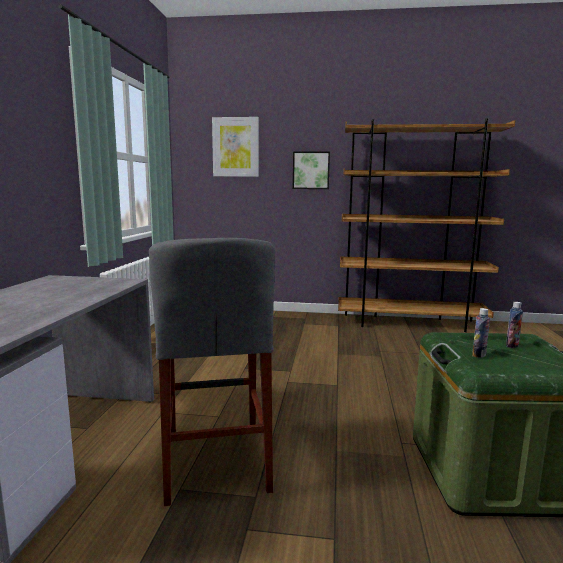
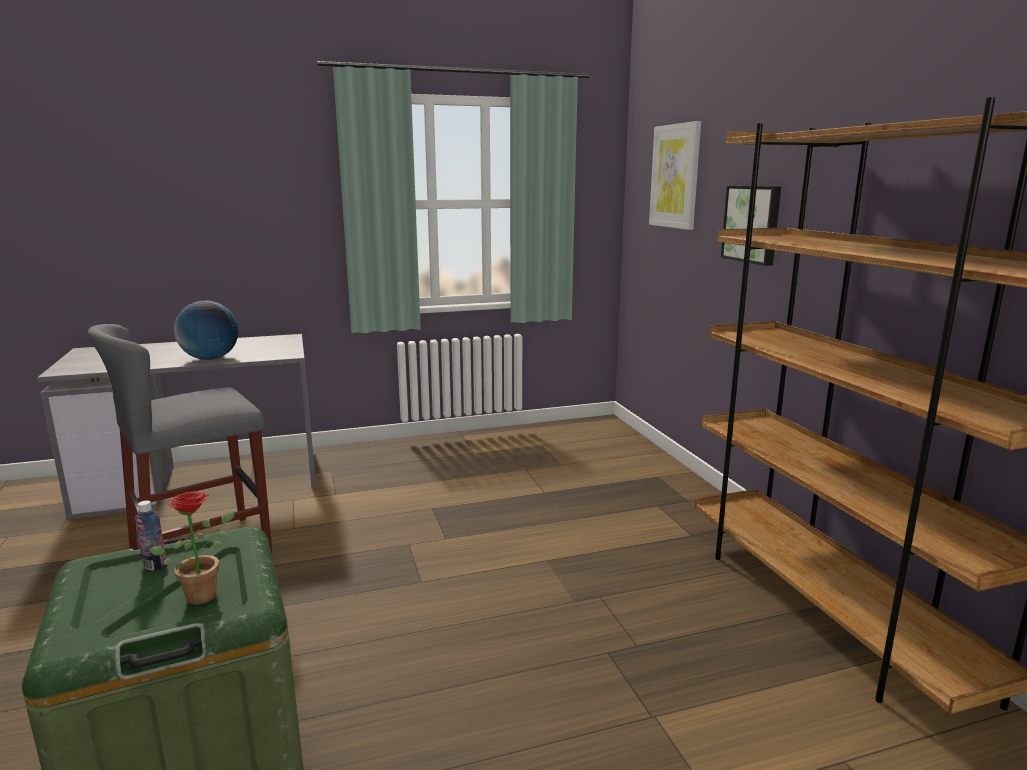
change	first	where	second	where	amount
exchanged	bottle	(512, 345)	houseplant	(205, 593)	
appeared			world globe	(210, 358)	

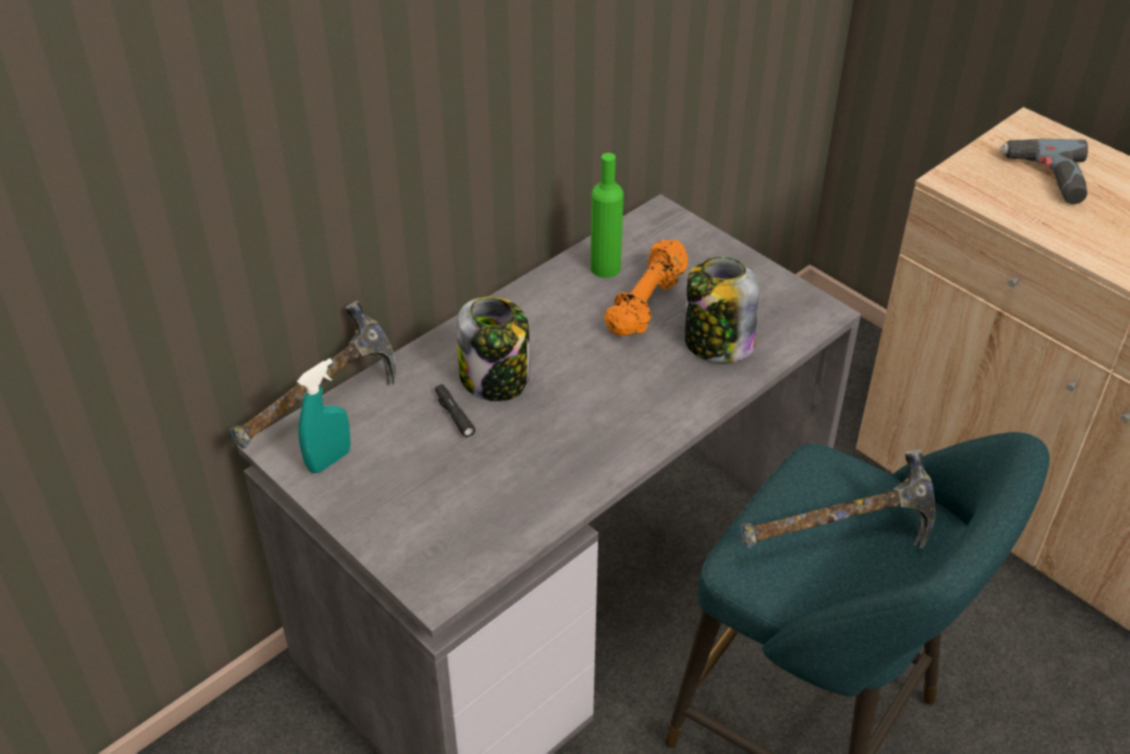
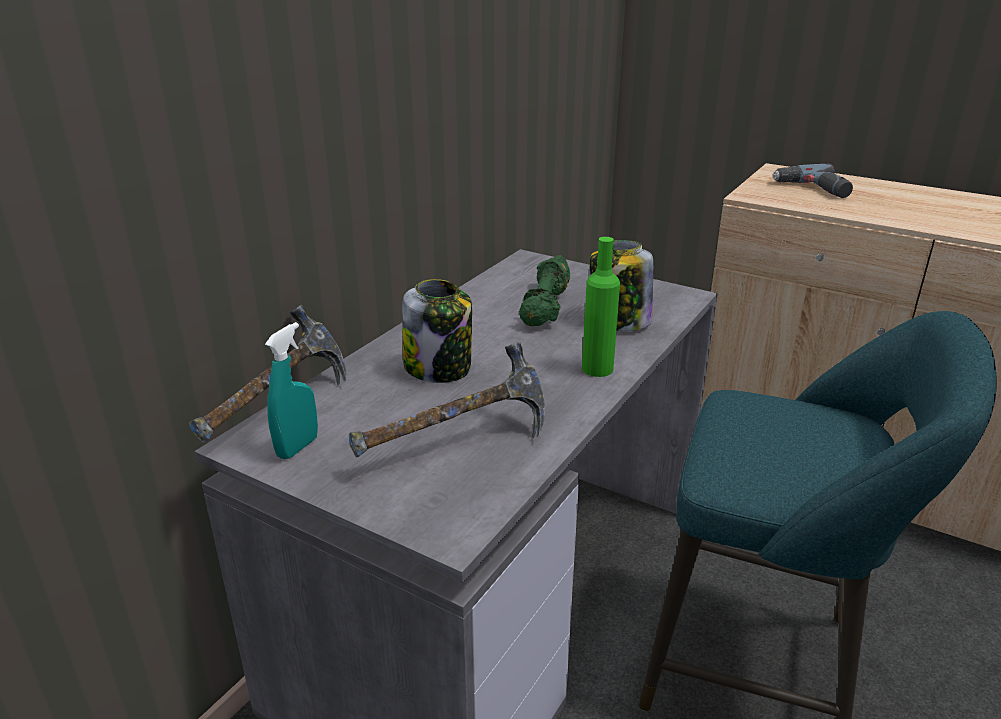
change	first	where	second	where	amount
missing	black flashlight	(454, 414)			
relocated	green-coloured bottle	(605, 268)		(597, 369)	
colour	orangey hand weight	(648, 304)	green-coloured hand weight	(547, 307)	
relocated	hand hammer	(837, 539)		(456, 446)	

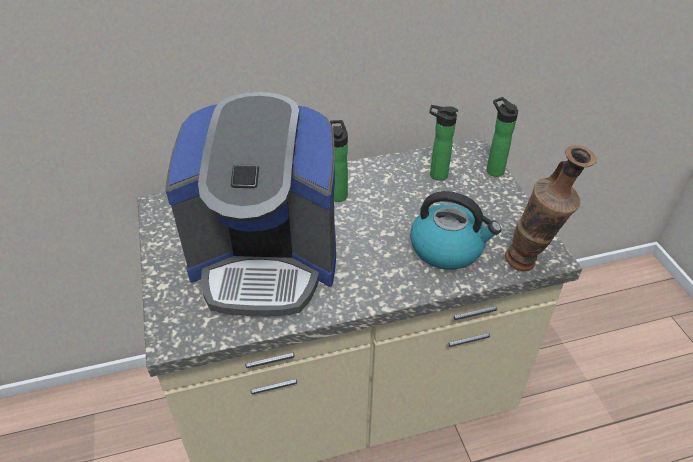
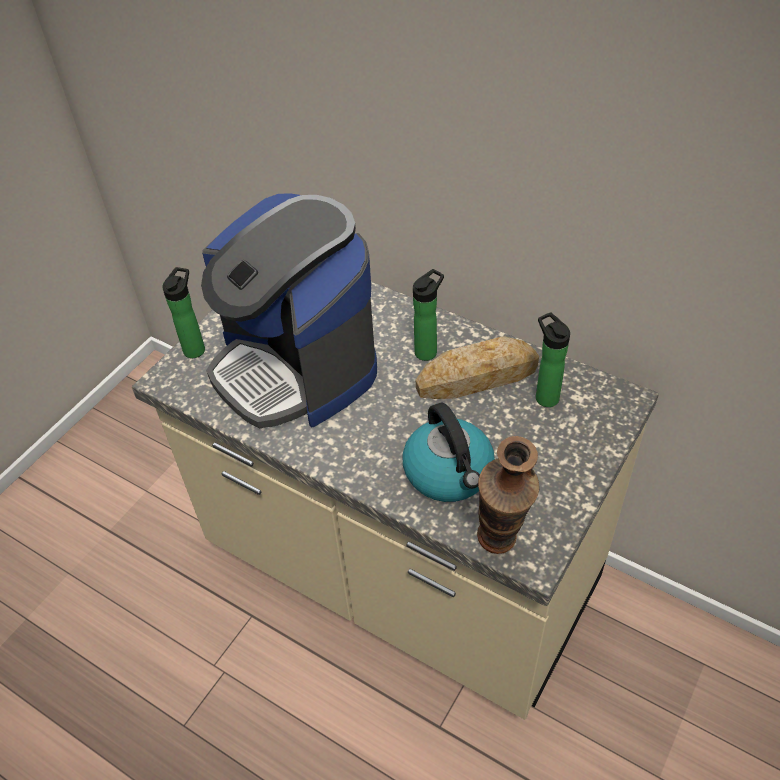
change	first	where	second	where	amount
relocated	bottle	(493, 169)		(196, 348)	
appeared			bread	(477, 376)	

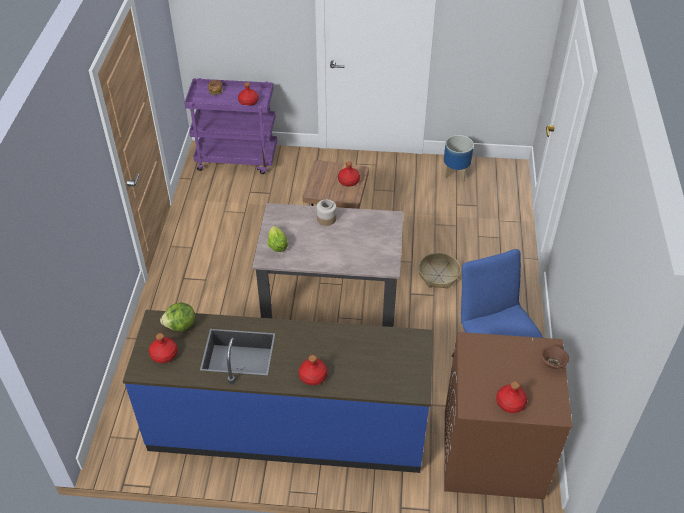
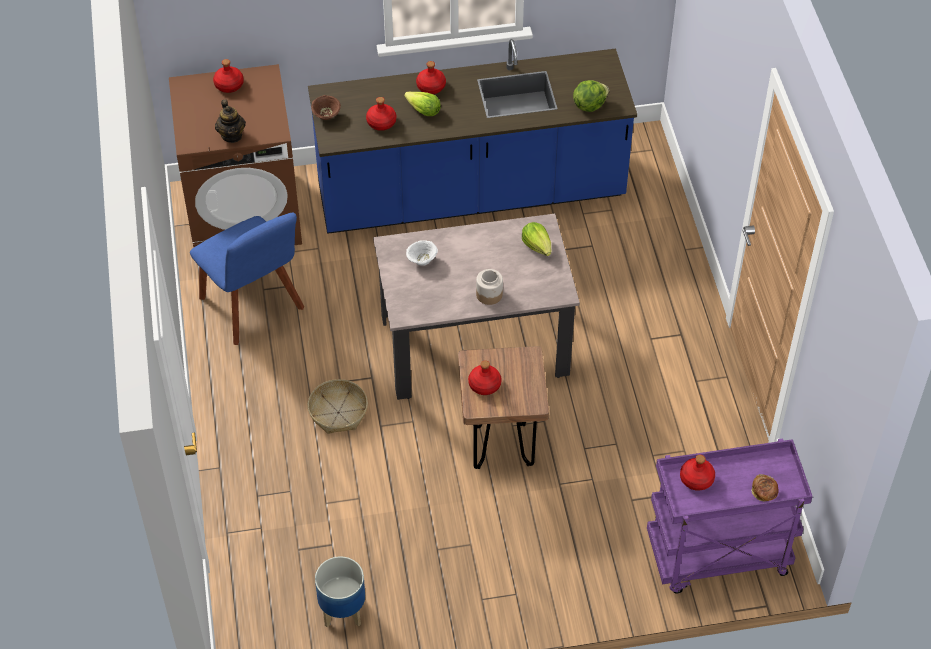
change	first	where	second	where	amount
relocated	red-coloured bottle	(164, 354)		(381, 122)	
relocated	brown-coloured bowl	(552, 364)		(326, 116)	
appeared			tea pot	(232, 135)	
appeared			head of lettuce	(423, 110)	
appeared			white bowl	(422, 261)	

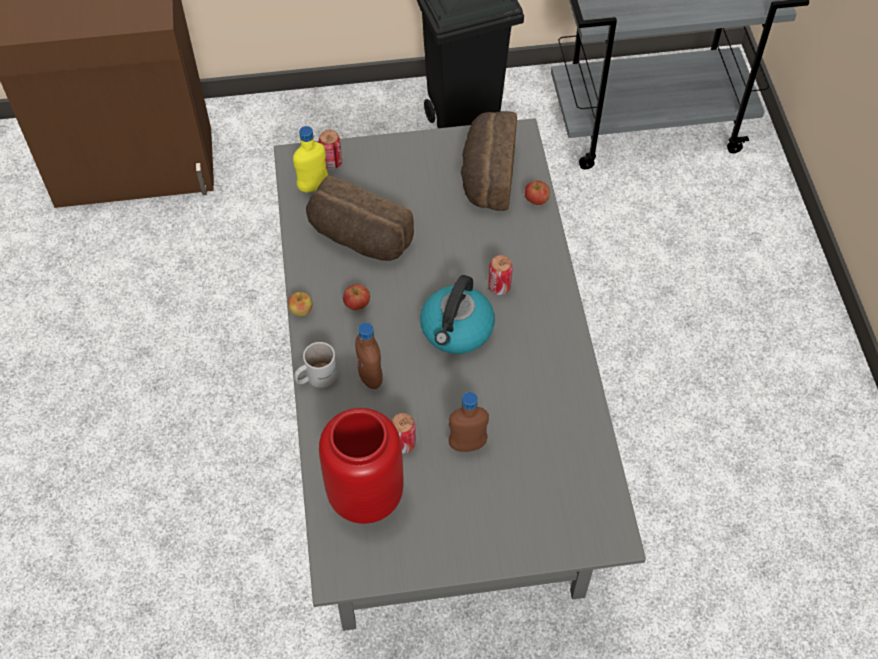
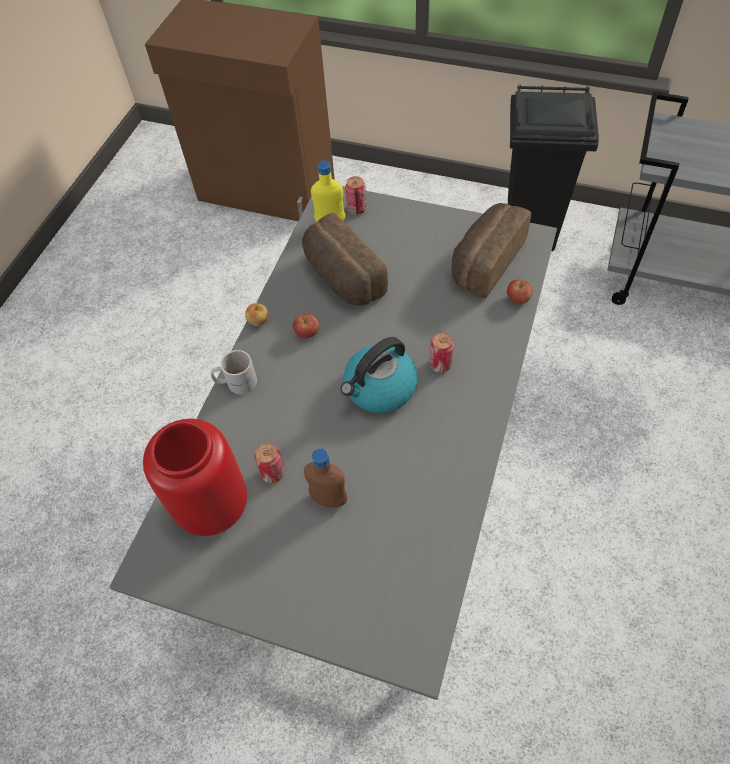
change	first	where	second	where	amount
missing	brown-coloured bottle	(370, 377)			

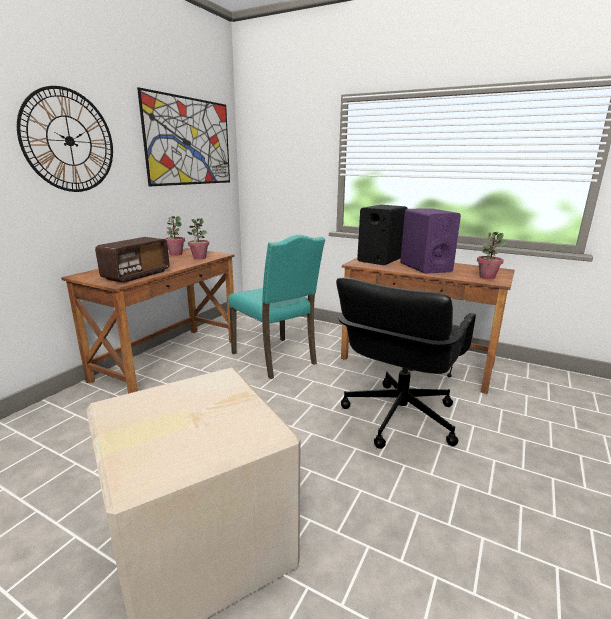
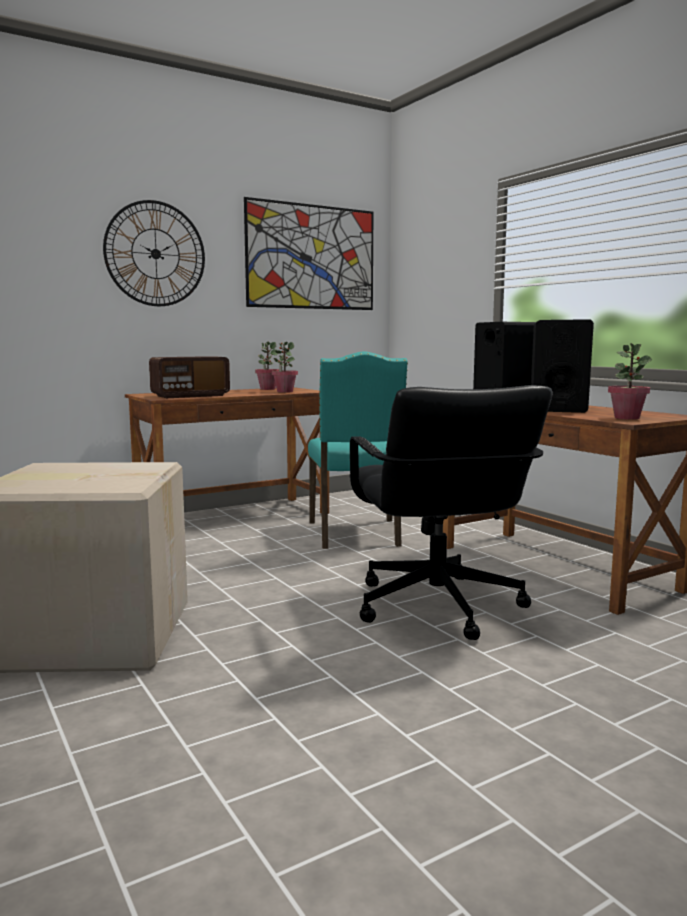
change	first	where	second	where	amount
spun	black computer chair	(398, 417)		(436, 606)	75 degrees counterclockwise
colour	purple loudspeaker	(425, 267)	black loudspeaker	(557, 408)	

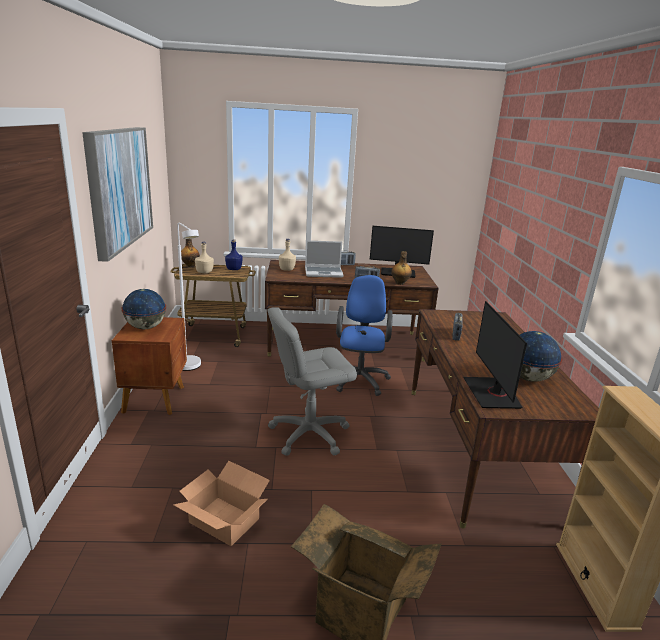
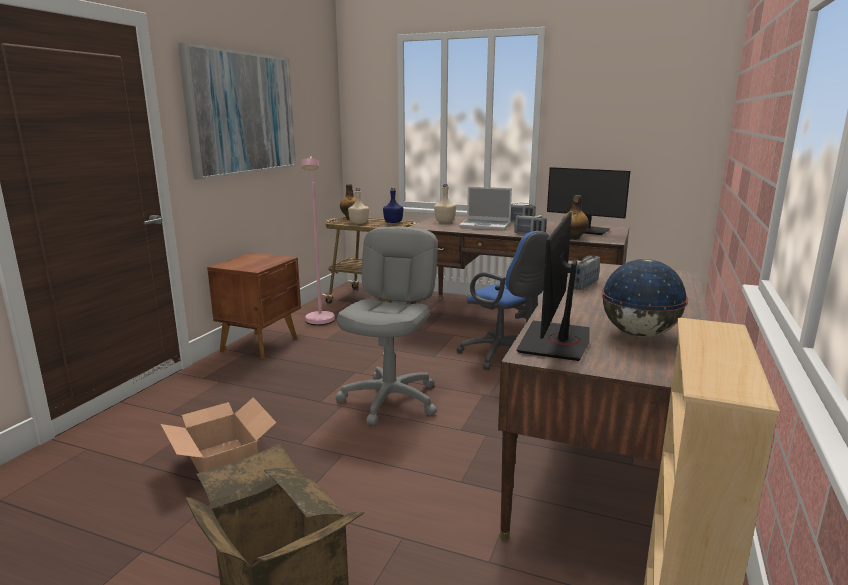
change	first	where	second	where	amount
missing	world globe	(145, 327)			
colour	white standing lamp	(190, 368)	pinkish standing lamp	(320, 323)	
spun	grey computer chair	(309, 434)		(390, 400)	105 degrees clockwise
spun	blue-coloured computer chair	(360, 378)		(503, 356)	105 degrees clockwise

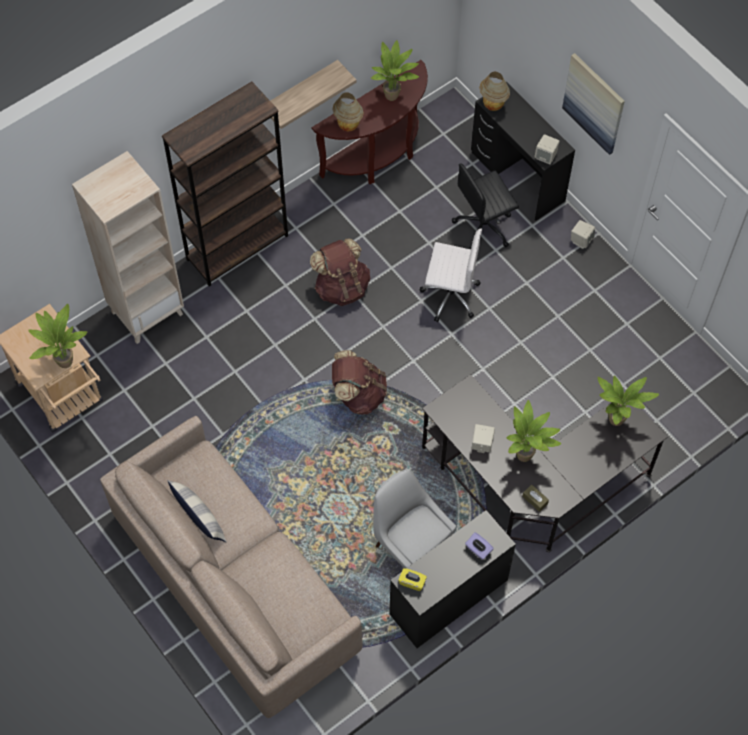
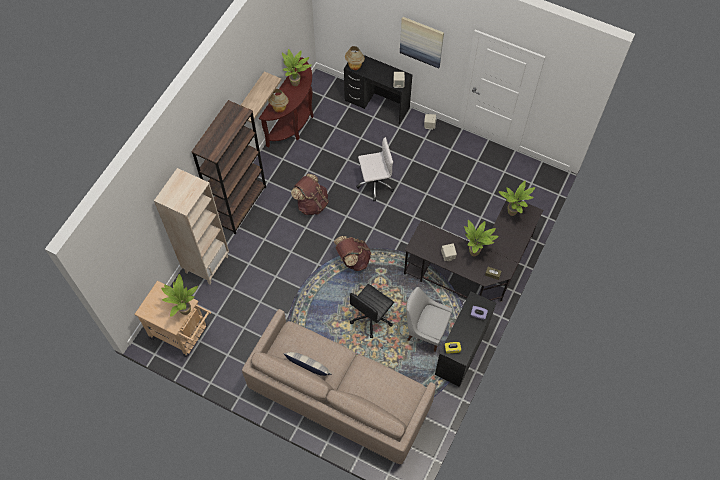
change	first	where	second	where	amount
relocated	black computer chair	(484, 226)		(371, 318)	

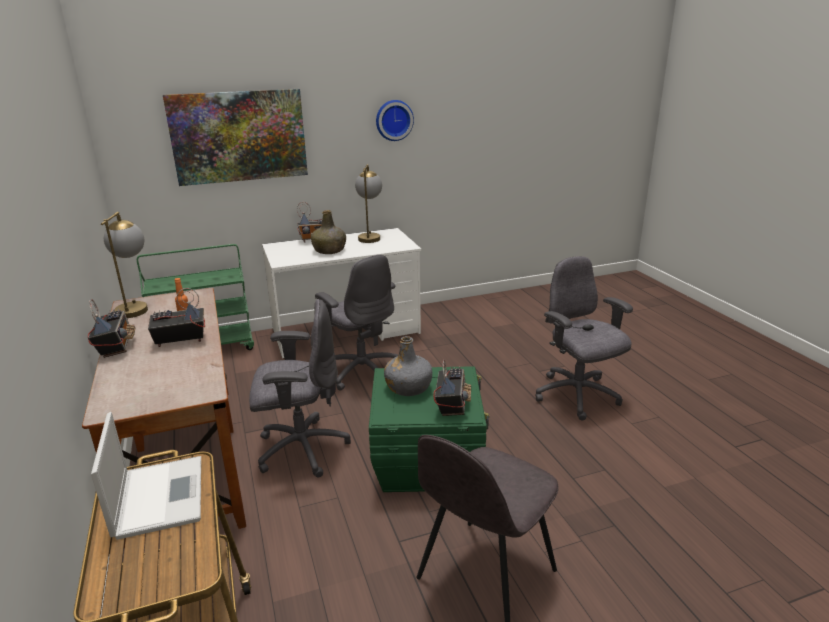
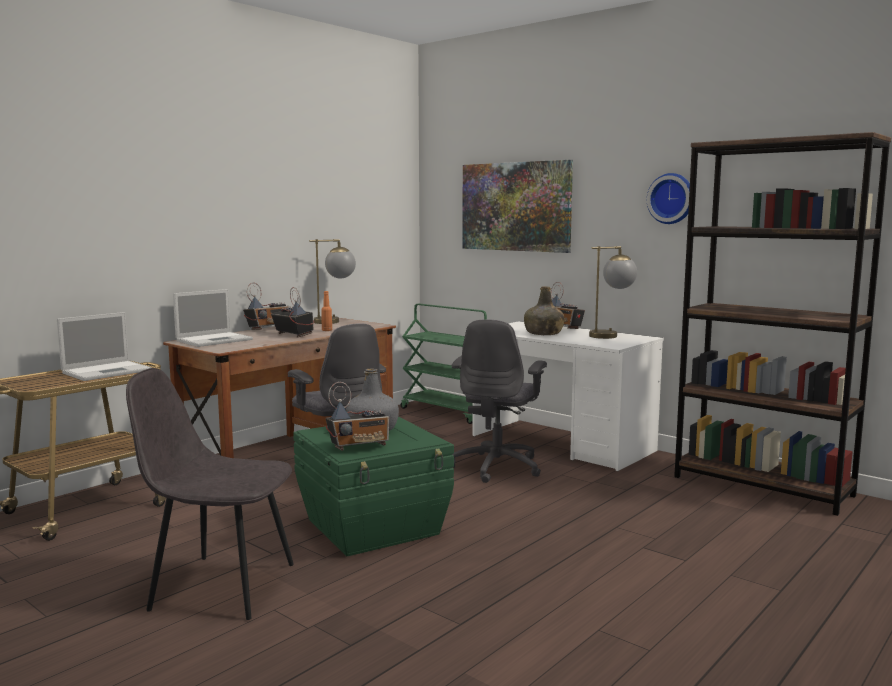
change	first	where	second	where	amount
missing	grey computer chair	(577, 396)			
appeared			notebook computer	(215, 340)	
appeared			brown-coloured bookcase	(762, 486)	

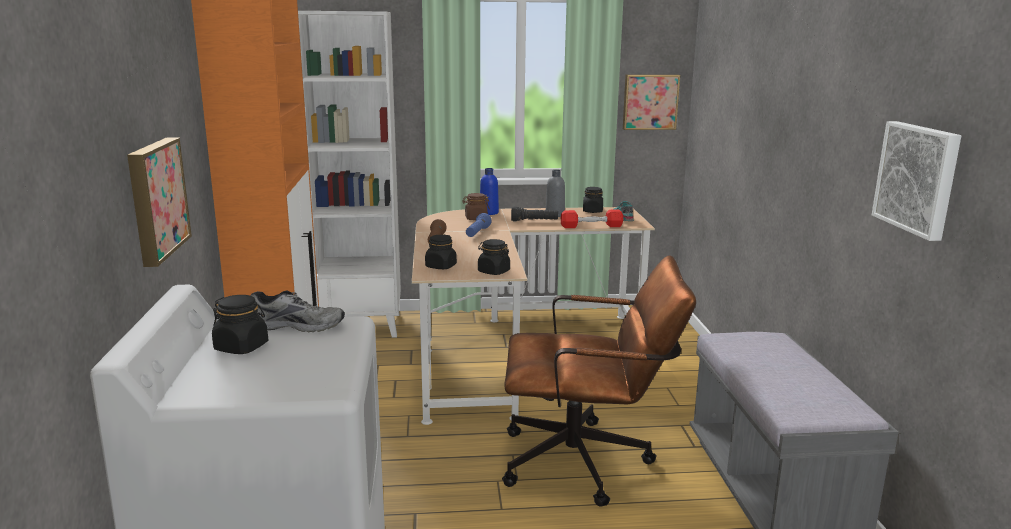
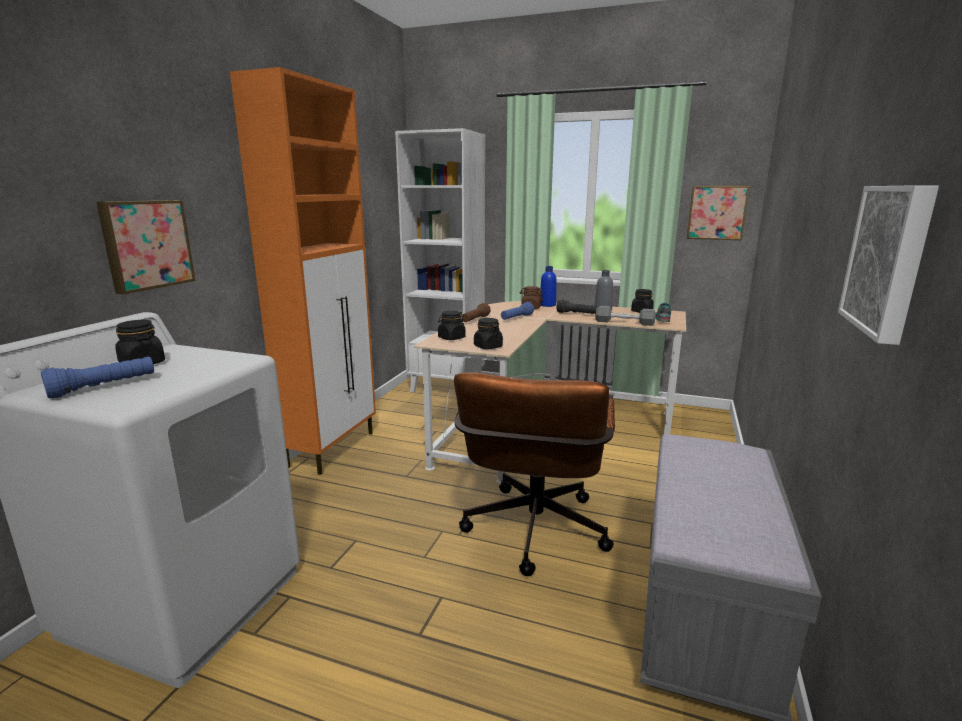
change	first	where	second	where	amount
missing	grey shoe	(297, 325)			
spun	brown-coloured computer chair	(588, 462)		(533, 536)	75 degrees clockwise
colour	red-coloured hand weight	(591, 226)	grey hand weight	(624, 322)	
appeared			blue-coloured flashlight	(104, 387)	

